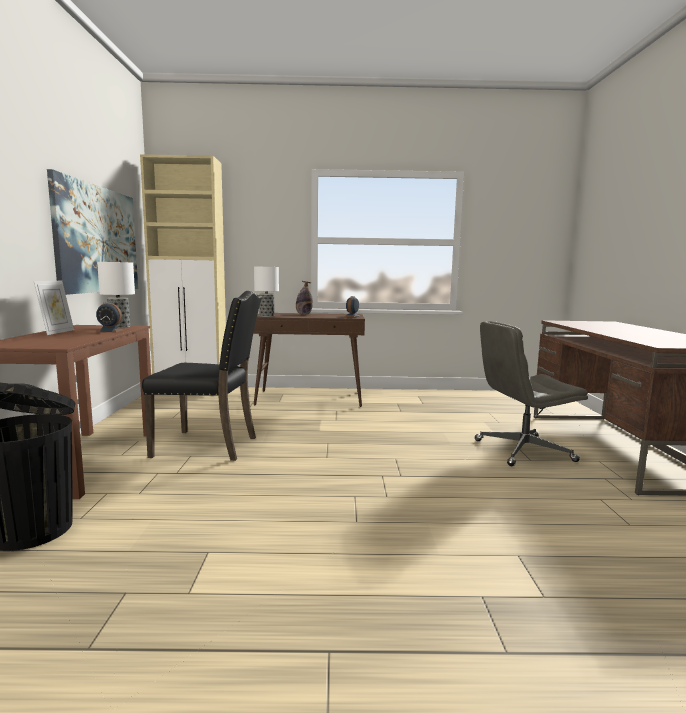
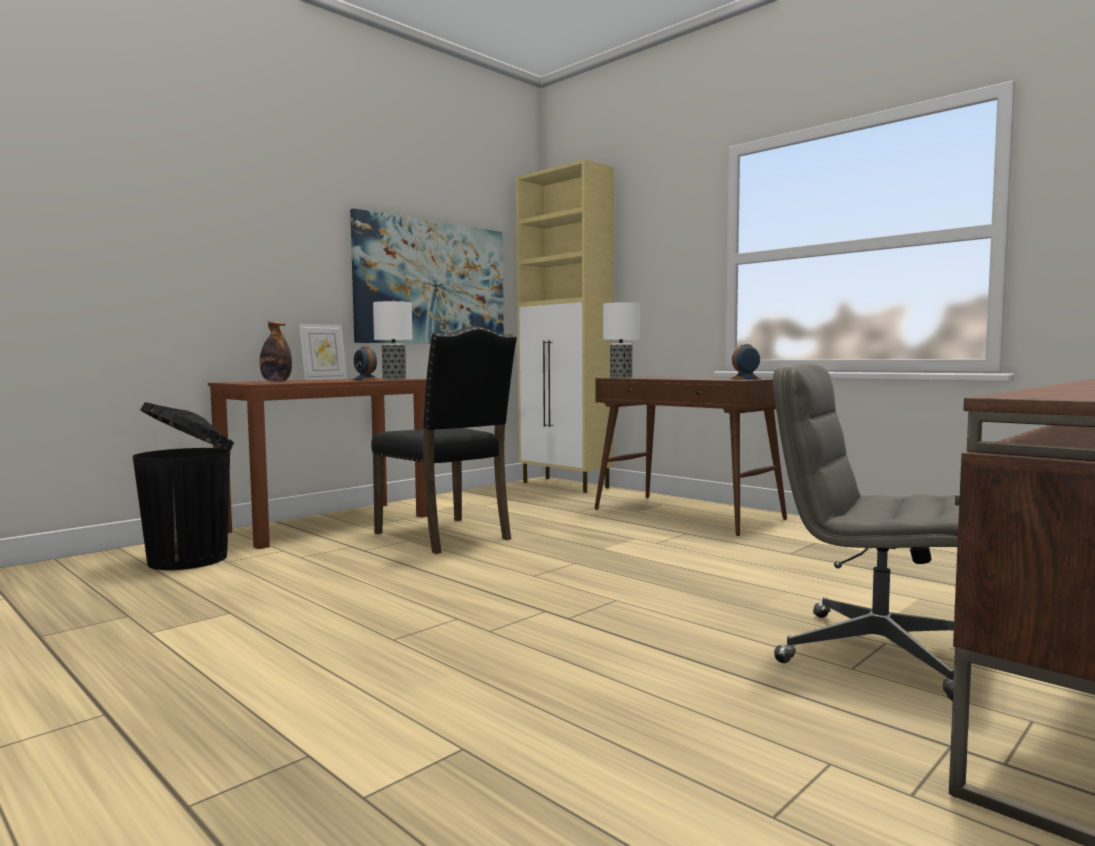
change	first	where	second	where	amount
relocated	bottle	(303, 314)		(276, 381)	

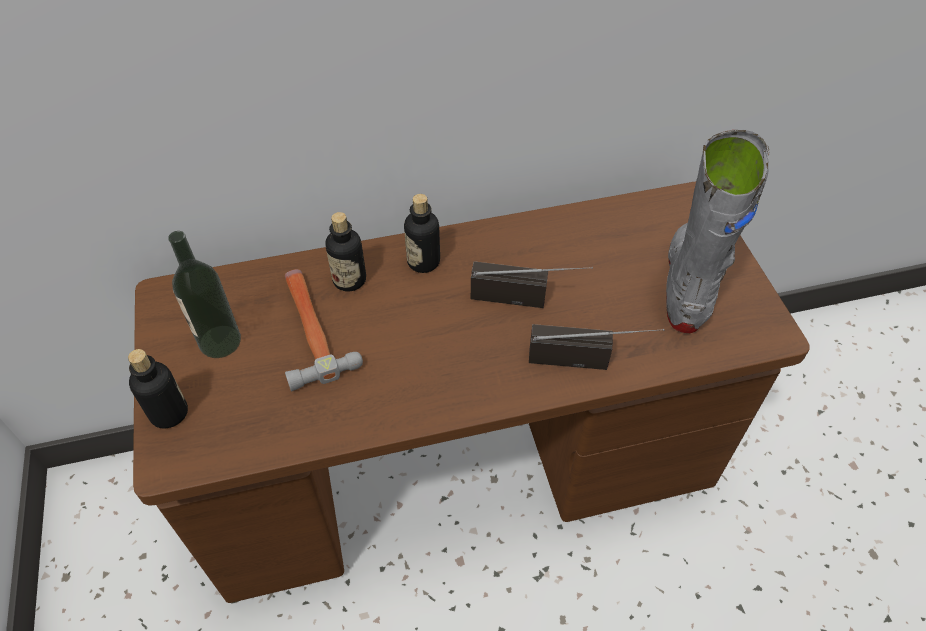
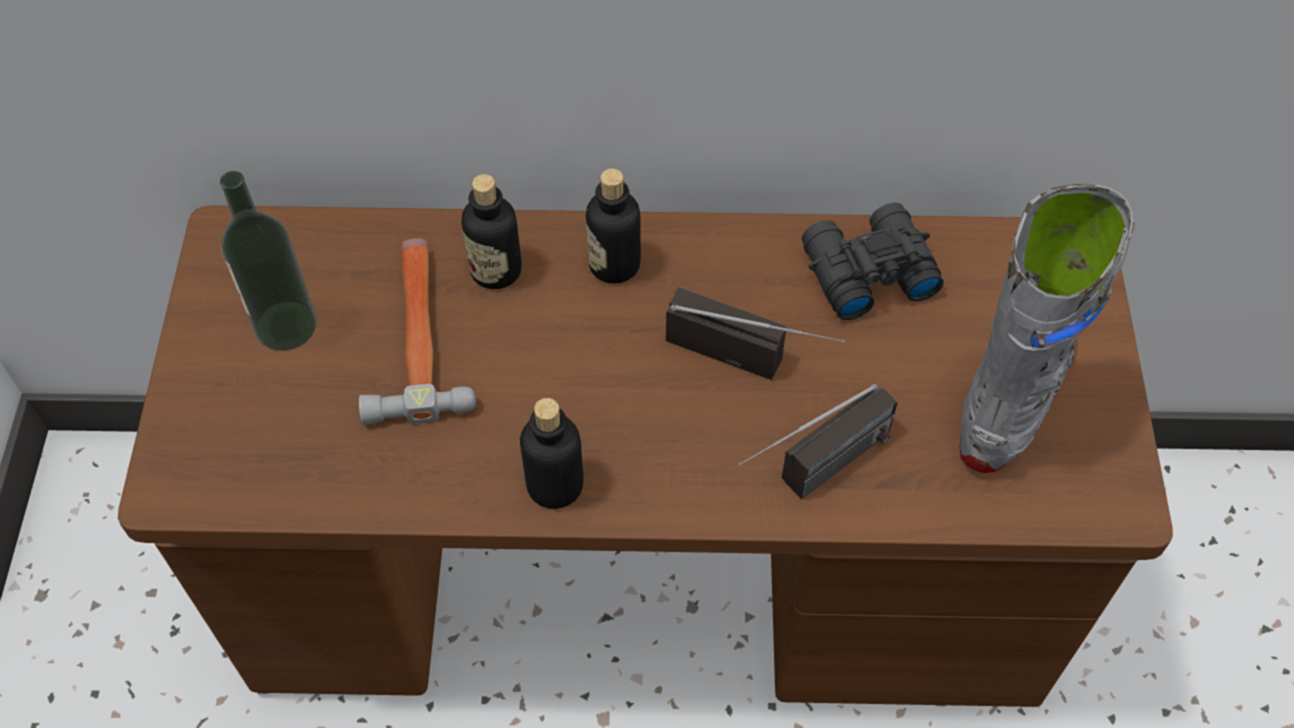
change	first	where	second	where	amount
relocated	bottle	(169, 413)		(555, 485)	
spun	radio receiver	(589, 359)		(814, 476)	120 degrees clockwise
appeared			black pair of binoculars	(865, 271)	

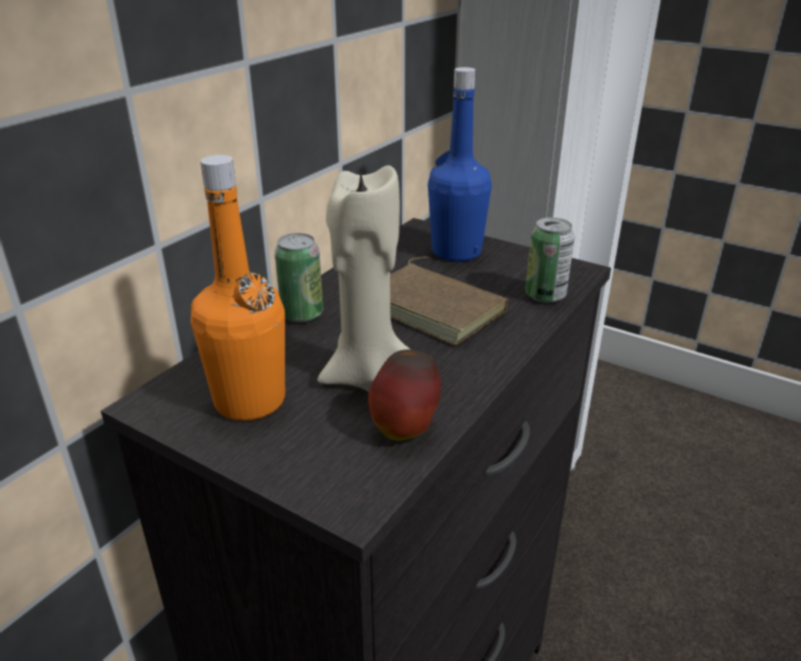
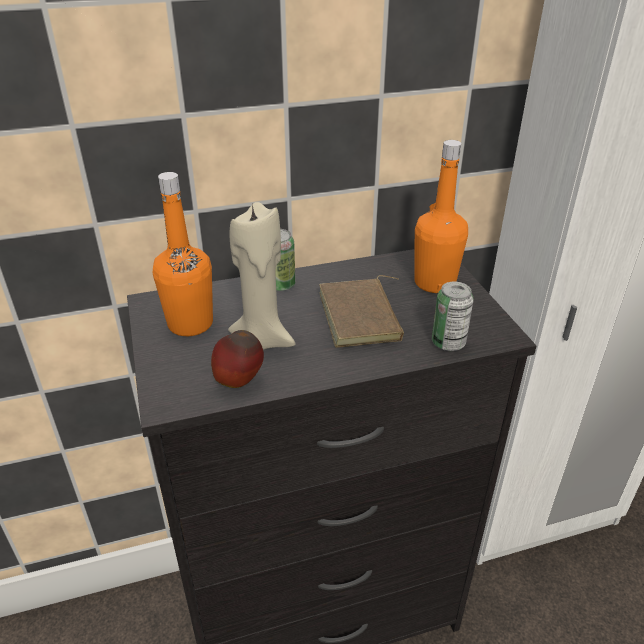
change	first	where	second	where	amount
colour	blue-coloured bottle	(456, 252)	orangey bottle	(434, 283)	

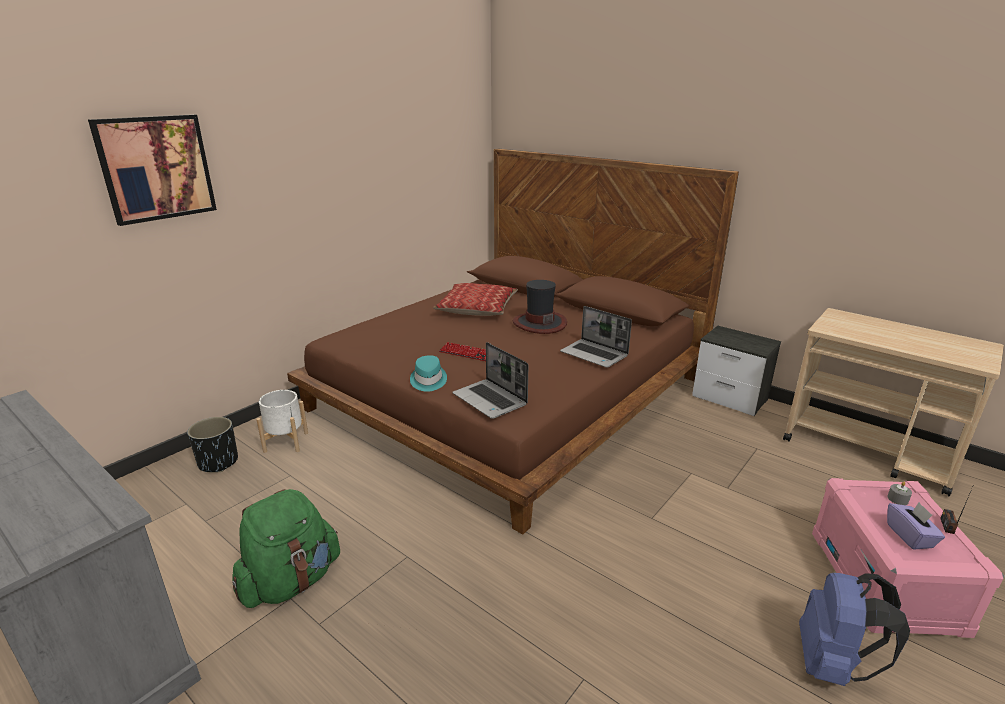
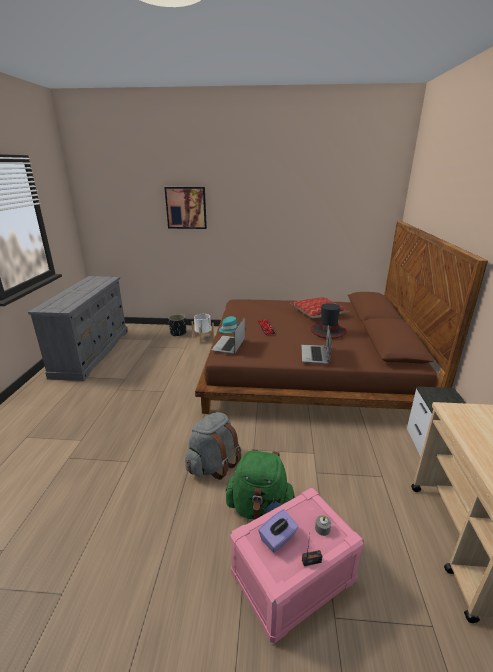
change	first	where	second	where	amount
relocated	green-coloured knapsack	(291, 581)		(260, 508)	
missing	blue-coloured knapsack	(832, 664)			
appeared			grey knapsack	(213, 464)	

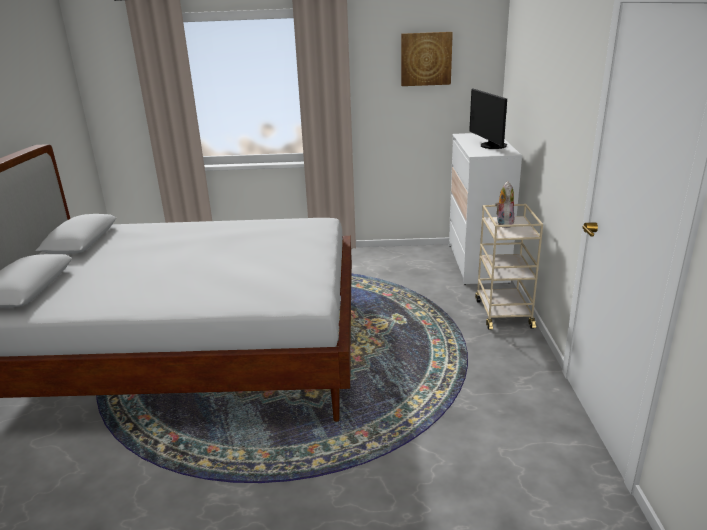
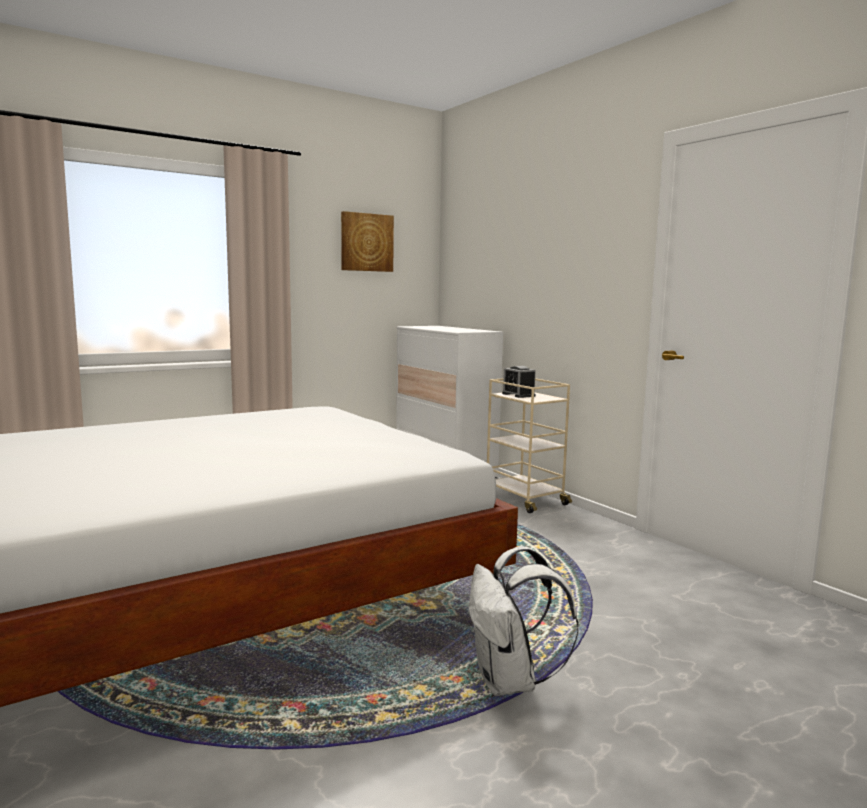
change	first	where	second	where	amount
missing	monitor	(490, 146)			
exchanged	soft toy	(503, 223)	alarm clock	(518, 395)	
appeared			white knapsack	(510, 682)	

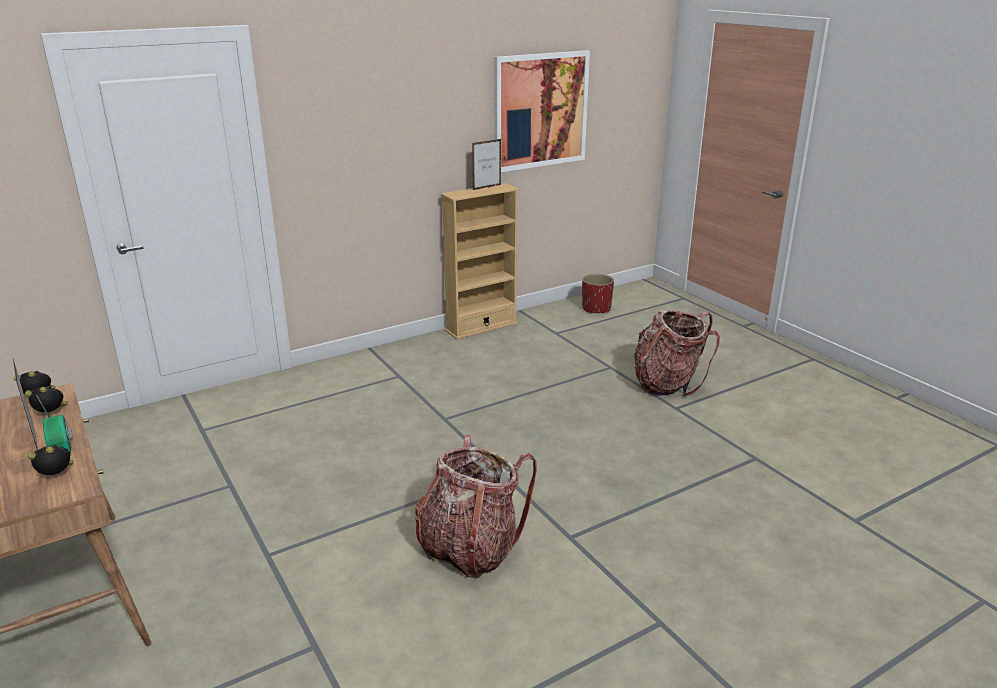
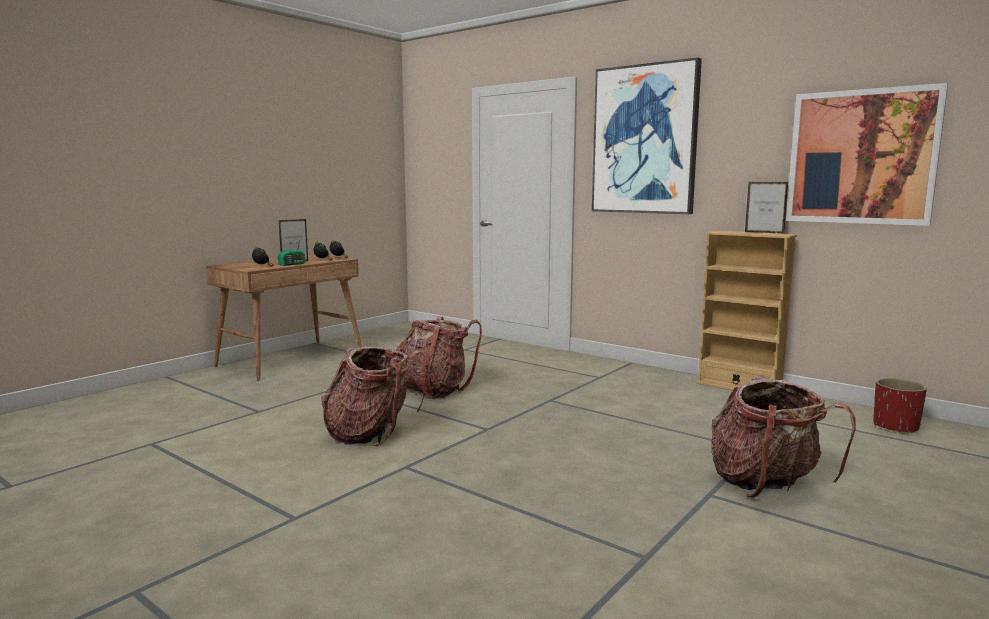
change	first	where	second	where	amount
appeared			knapsack	(434, 389)	
appeared			wall picture	(645, 140)	

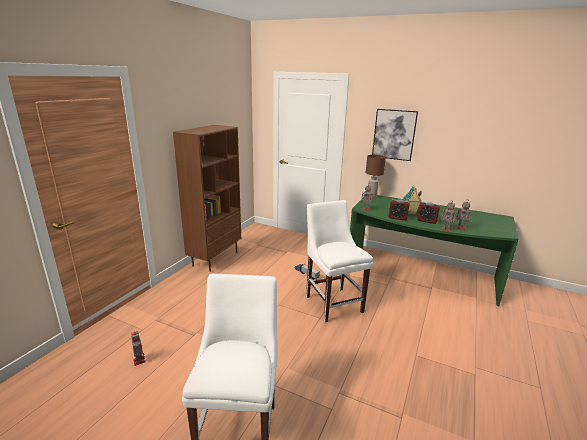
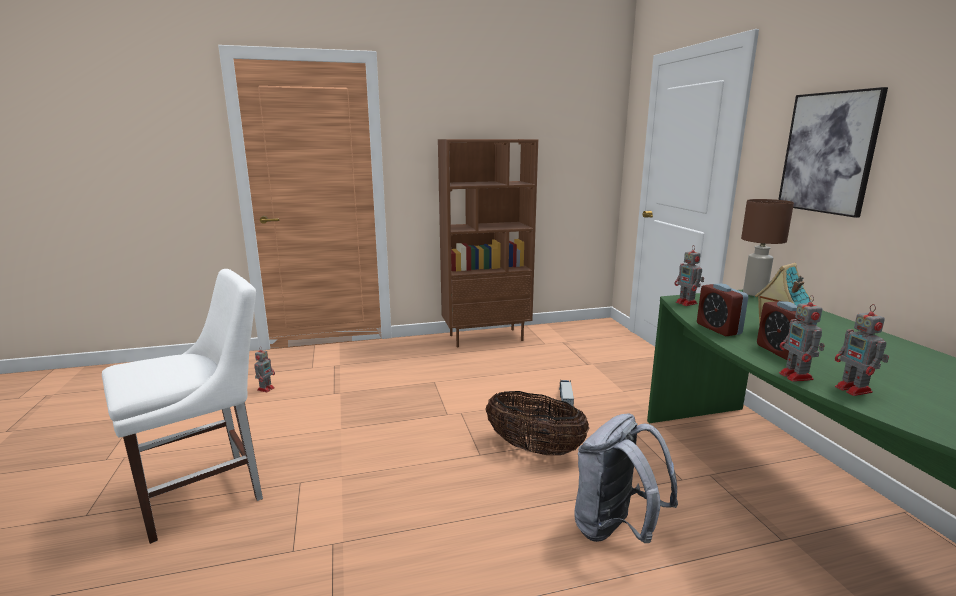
change	first	where	second	where	amount
exchanged	white chair	(332, 302)	household basket	(534, 448)	
appeared			grey knapsack	(615, 530)	

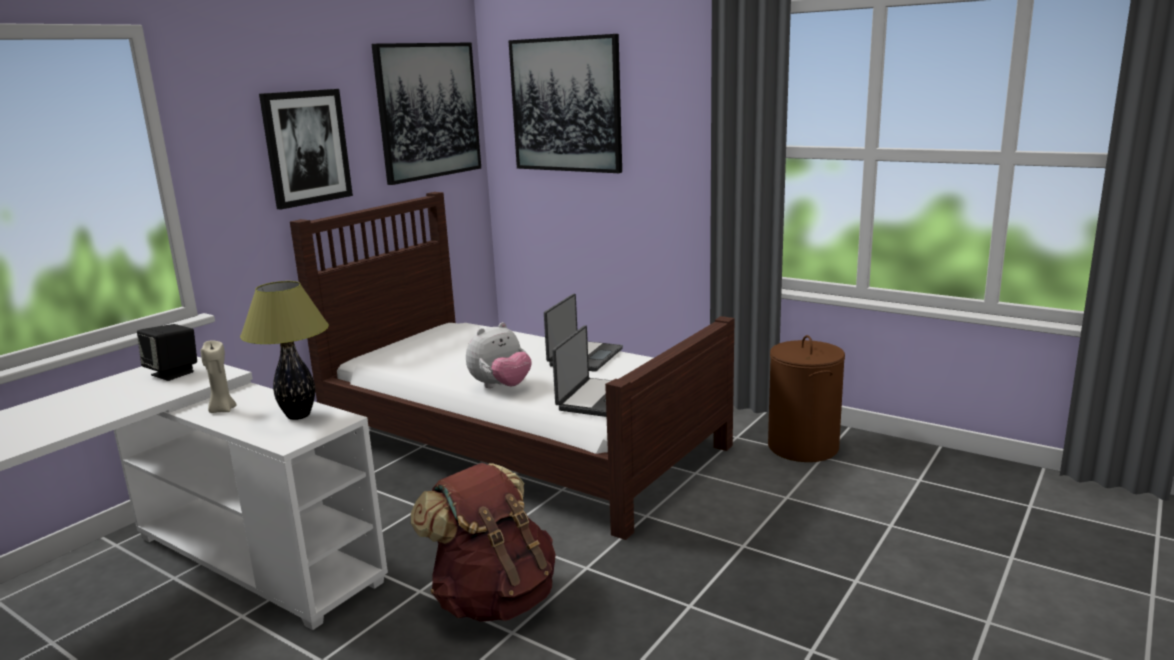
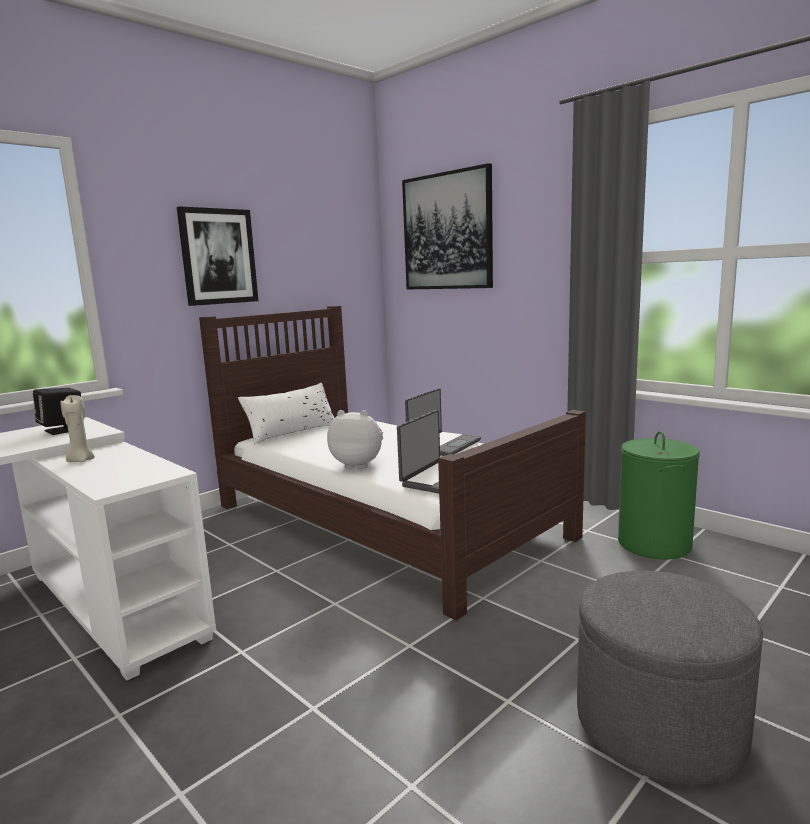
change	first	where	second	where	amount
missing	lamp for a table	(299, 415)			
missing	wall picture	(428, 111)			
missing	brown-coloured knapsack	(494, 599)			
spun	soft toy	(501, 387)		(358, 464)	135 degrees counterclockwise
colour	brown-coloured laundry basket	(802, 446)	green-coloured laundry basket	(653, 544)	
appeared			white pillow	(292, 432)	
appeared			grey ottoman	(659, 724)	

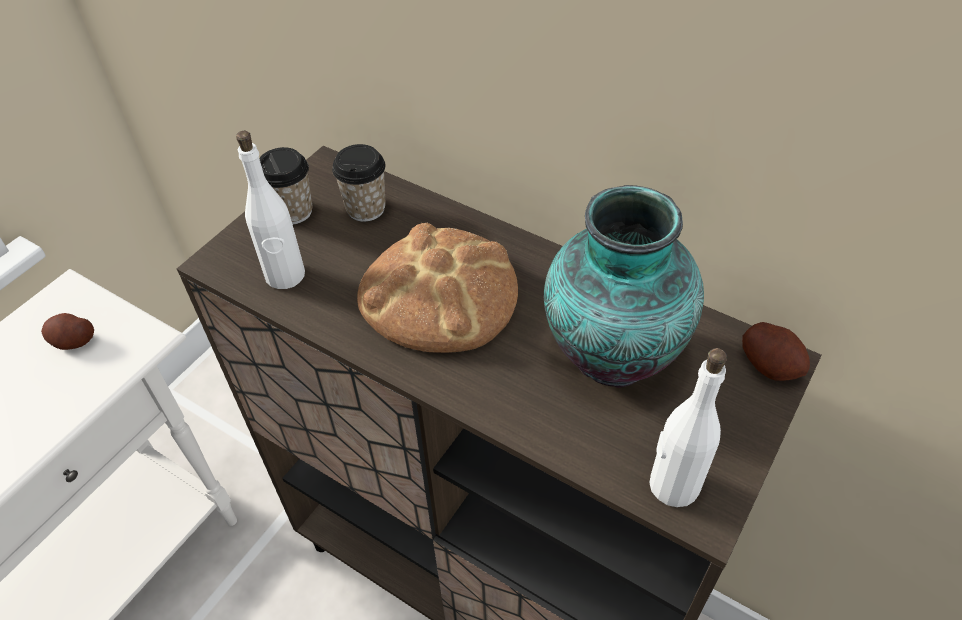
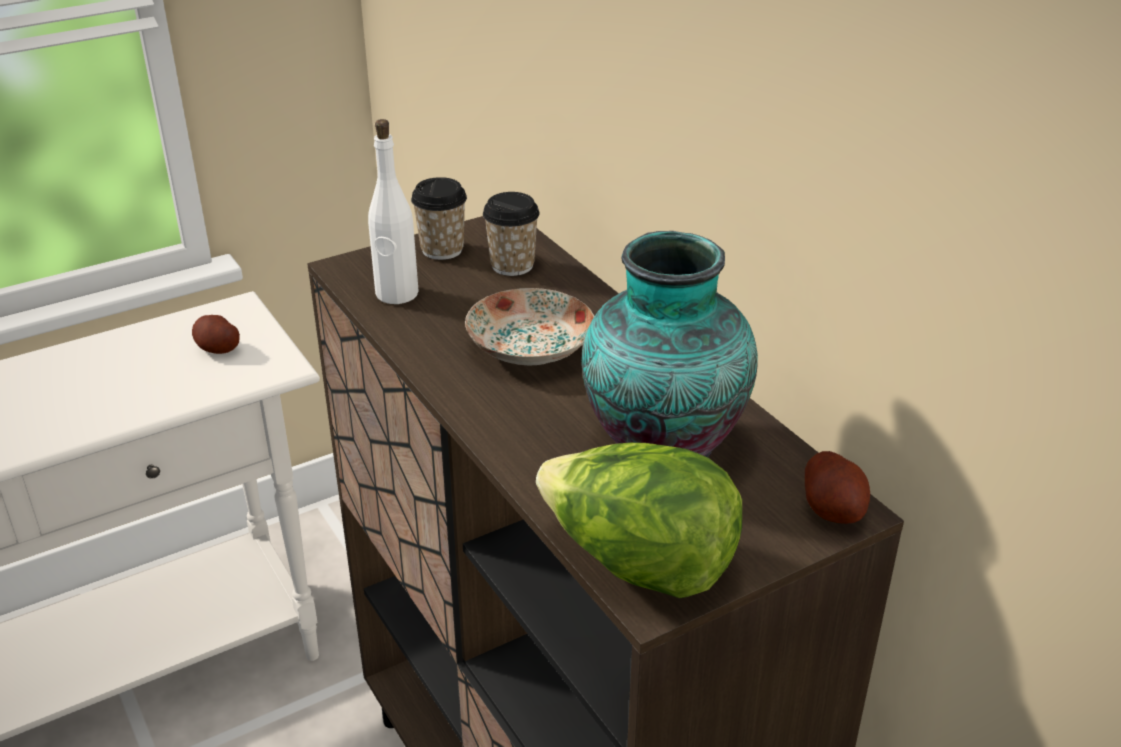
change	first	where	second	where	amount
exchanged	bread	(439, 294)	plate	(528, 348)	
exchanged	white bottle	(673, 485)	head of lettuce	(638, 565)	

